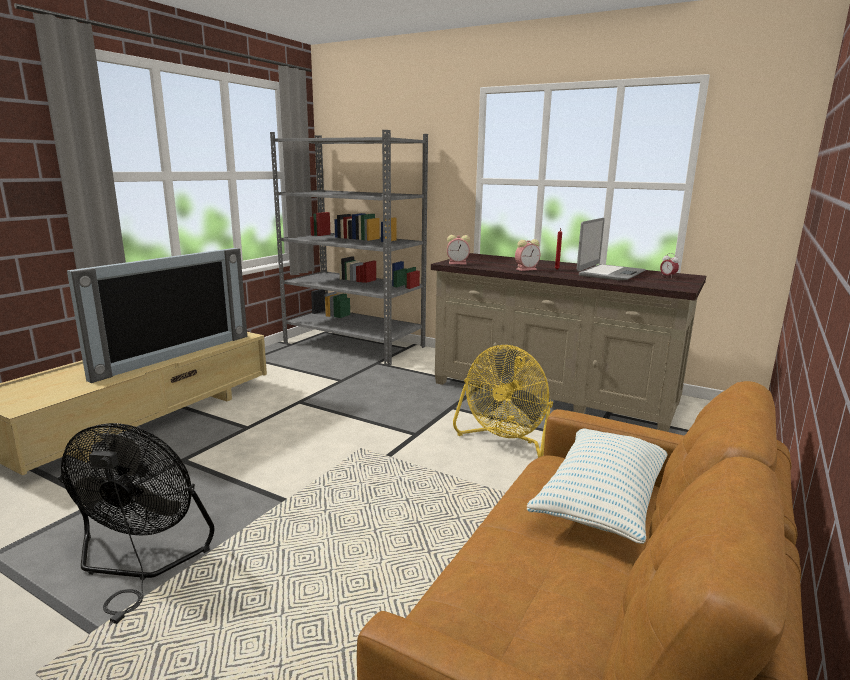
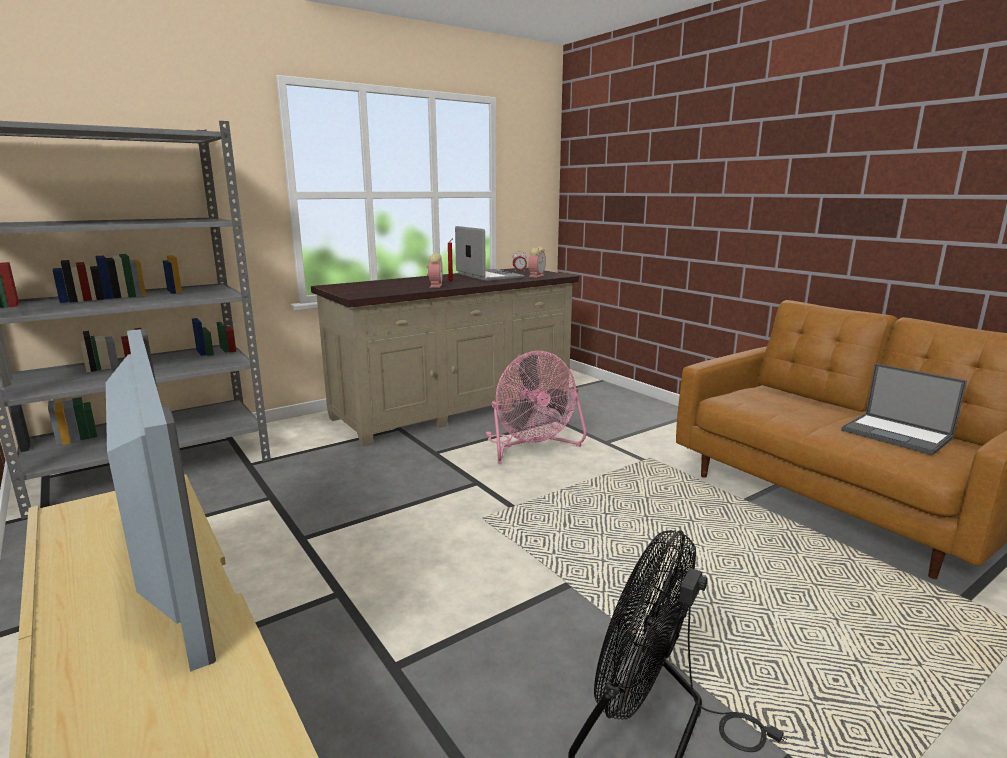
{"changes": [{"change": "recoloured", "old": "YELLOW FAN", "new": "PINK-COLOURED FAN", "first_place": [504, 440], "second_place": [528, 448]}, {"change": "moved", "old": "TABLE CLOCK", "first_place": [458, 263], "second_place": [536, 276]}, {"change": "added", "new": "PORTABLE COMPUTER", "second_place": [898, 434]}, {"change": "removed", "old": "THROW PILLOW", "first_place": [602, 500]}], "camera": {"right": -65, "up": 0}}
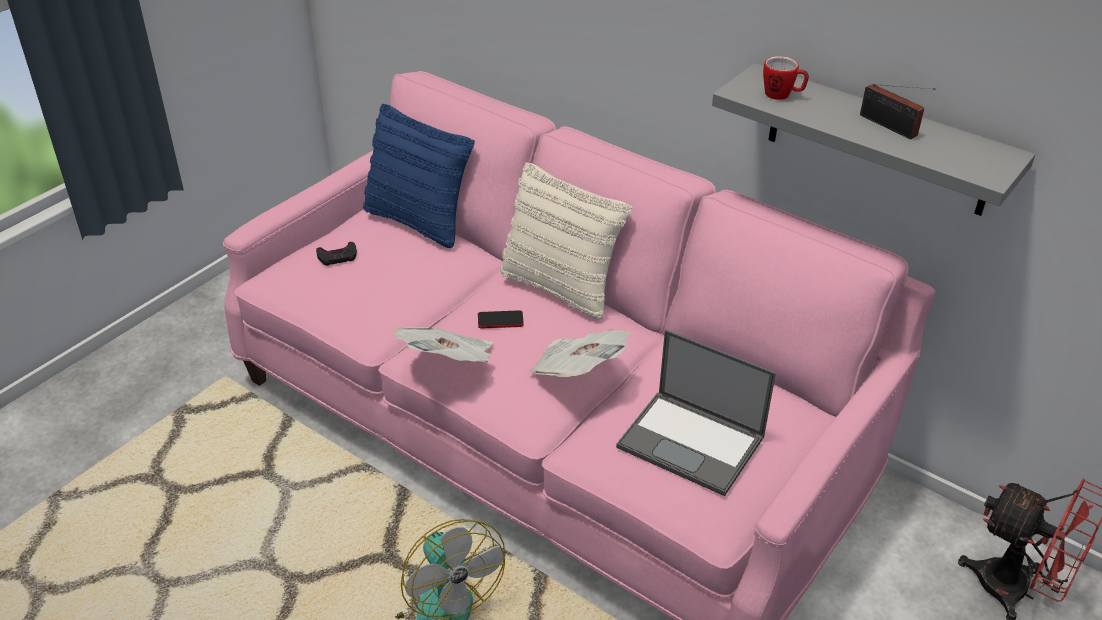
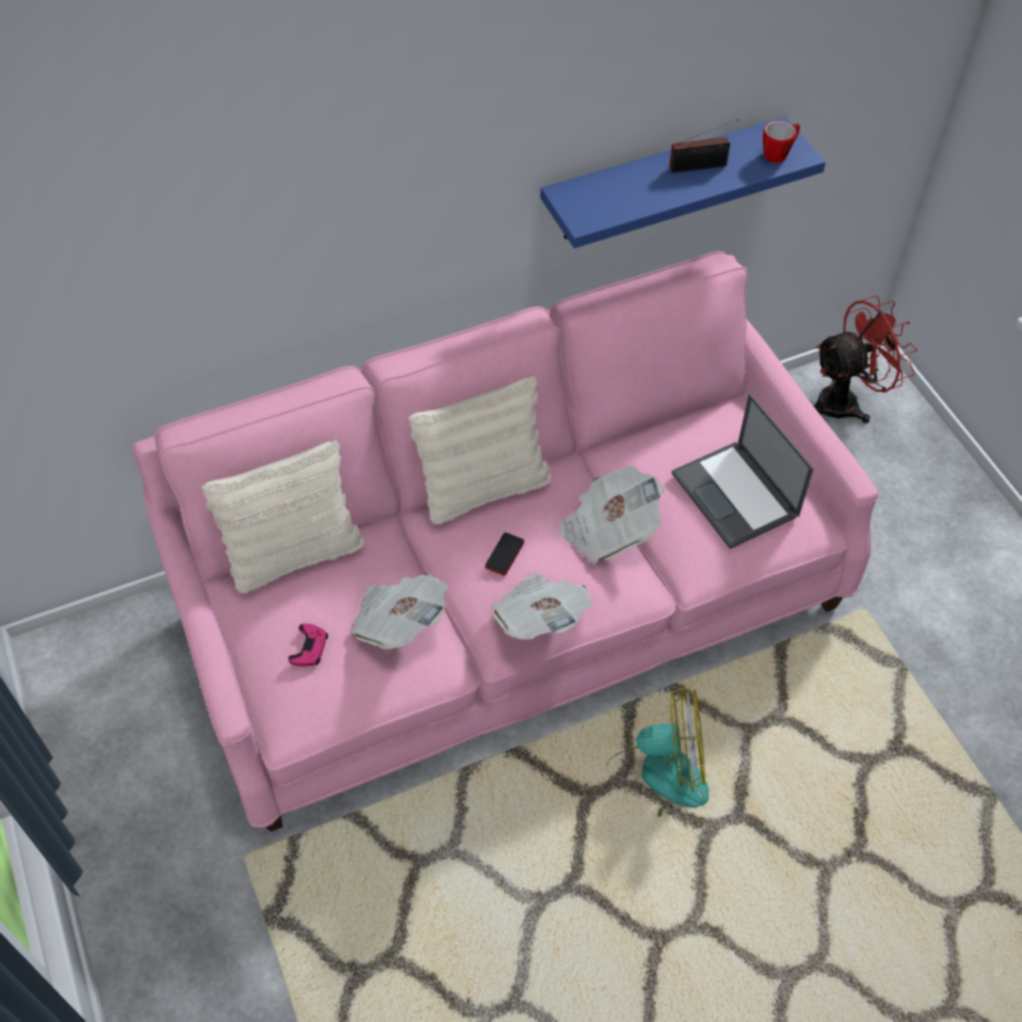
{"changes": [{"change": "recoloured", "old": "BLUE-COLOURED THROW PILLOW", "new": "SAND-COLOURED THROW PILLOW", "first_place": [420, 223], "second_place": [295, 555]}, {"change": "recoloured", "old": "BLACK GAME CONTROLLER", "new": "PINK-COLOURED GAME CONTROLLER", "first_place": [337, 257], "second_place": [309, 648]}, {"change": "added", "new": "PRINTED PAPER", "second_place": [399, 622]}, {"change": "recoloured", "old": "GREY BRACKET SHELF", "new": "BLUE-COLOURED BRACKET SHELF", "first_place": [878, 141], "second_place": [662, 180]}, {"change": "turned", "old": "PORTABLE COMPUTER", "first_place": [692, 442], "second_place": [736, 495], "degrees": 90}, {"change": "moved", "old": "MUG", "first_place": [782, 95], "second_place": [779, 154]}], "camera": {"right": -60, "up": 15}}
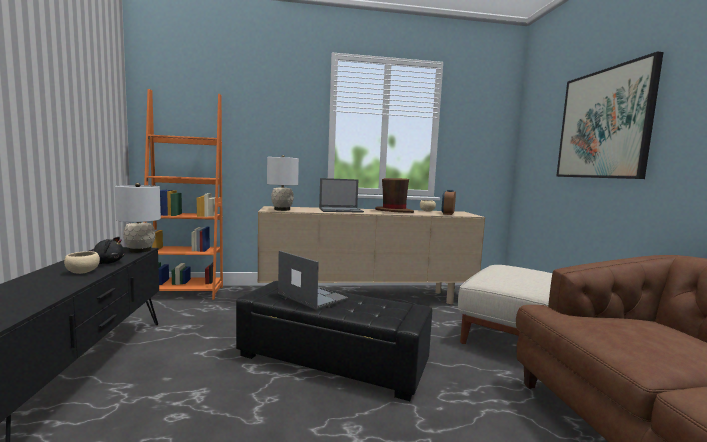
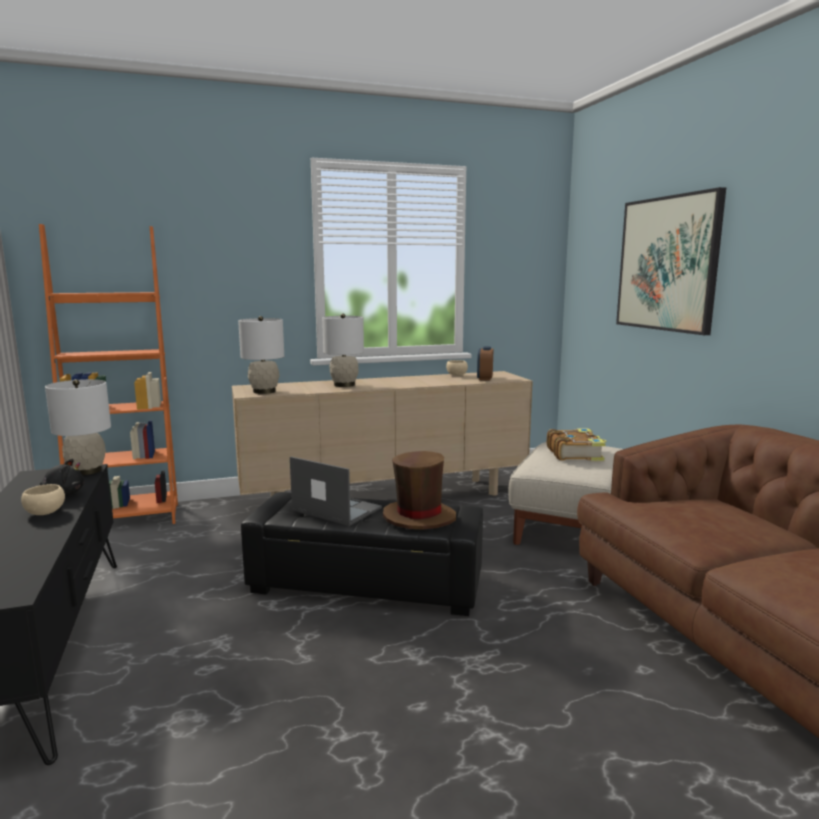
{"changes": [{"change": "replaced", "old": "PORTABLE COMPUTER", "new": "WHITISH TABLE LAMP", "first_place": [341, 210], "second_place": [344, 385]}, {"change": "moved", "old": "BROWN-COLOURED CLOTHING HAT", "first_place": [394, 211], "second_place": [419, 517]}, {"change": "added", "new": "BOUND BOOK", "second_place": [575, 454]}], "camera": {"right": -10, "up": 5}}
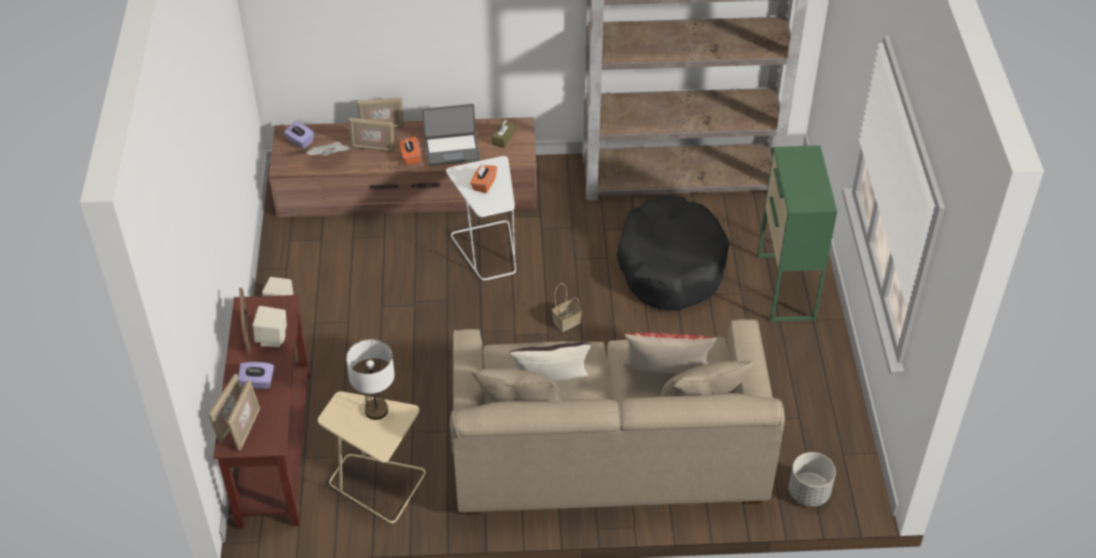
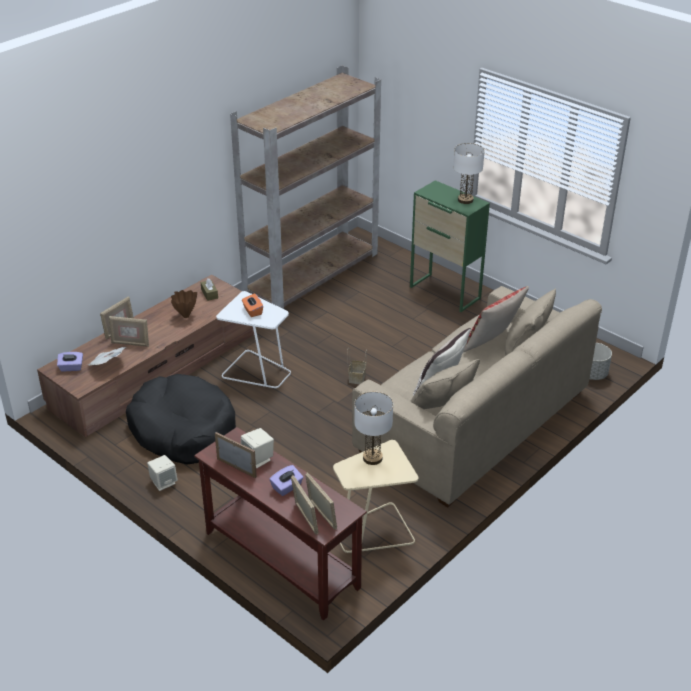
{"changes": [{"change": "turned", "old": "PHOTO FRAME", "first_place": [373, 148], "second_place": [130, 343], "degrees": 45}, {"change": "moved", "old": "BLACK DOG BED", "first_place": [671, 265], "second_place": [183, 430]}, {"change": "replaced", "old": "PORTABLE COMPUTER", "new": "BROWN-COLOURED FLOWER VASE", "first_place": [452, 149], "second_place": [185, 316]}, {"change": "added", "new": "TABLE LAMP", "second_place": [465, 200]}, {"change": "removed", "old": "ORANGE TISSUE BOX", "first_place": [410, 157]}], "camera": {"right": -45, "up": -10}}
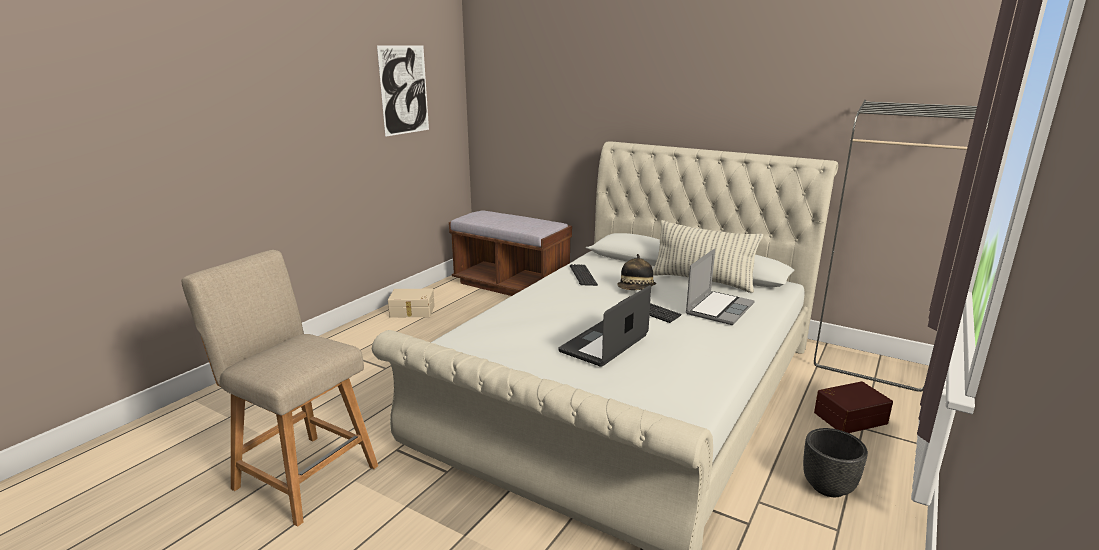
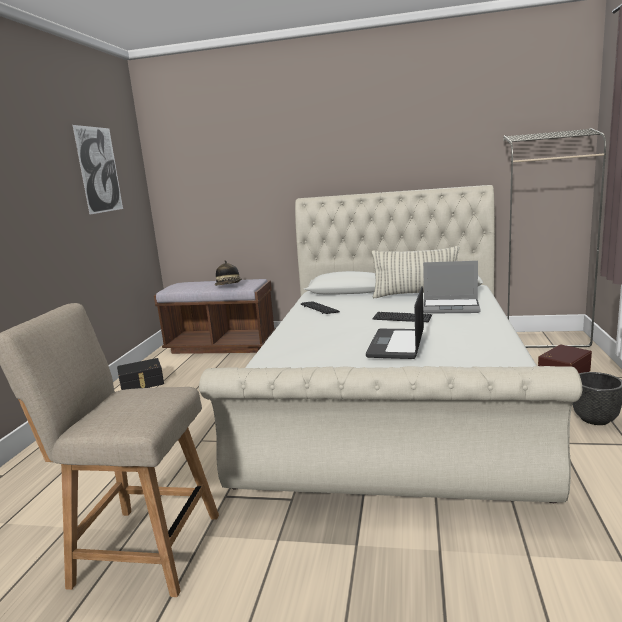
{"changes": [{"change": "recoloured", "old": "SAND-COLOURED STORAGE BIN", "new": "BLACK STORAGE BIN", "first_place": [412, 311], "second_place": [142, 384]}, {"change": "moved", "old": "CLOTHING HAT", "first_place": [636, 289], "second_place": [229, 286]}, {"change": "turned", "old": "PORTABLE COMPUTER", "first_place": [719, 309], "second_place": [451, 307], "degrees": 90}], "camera": {"right": -20, "up": -5}}
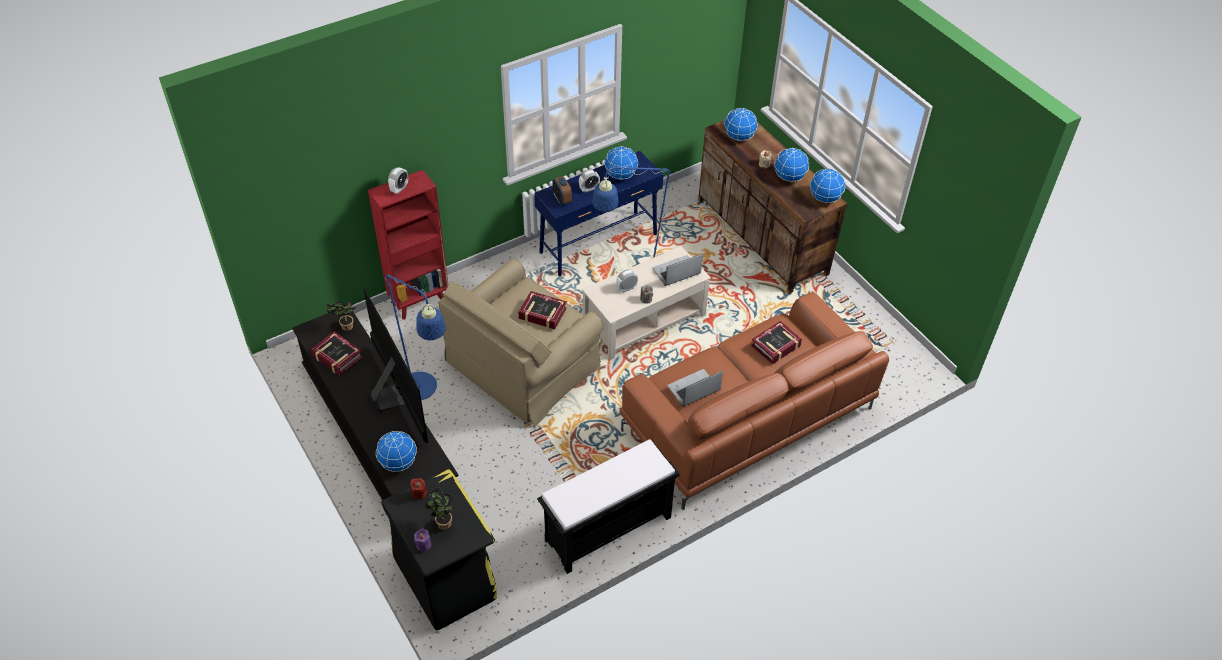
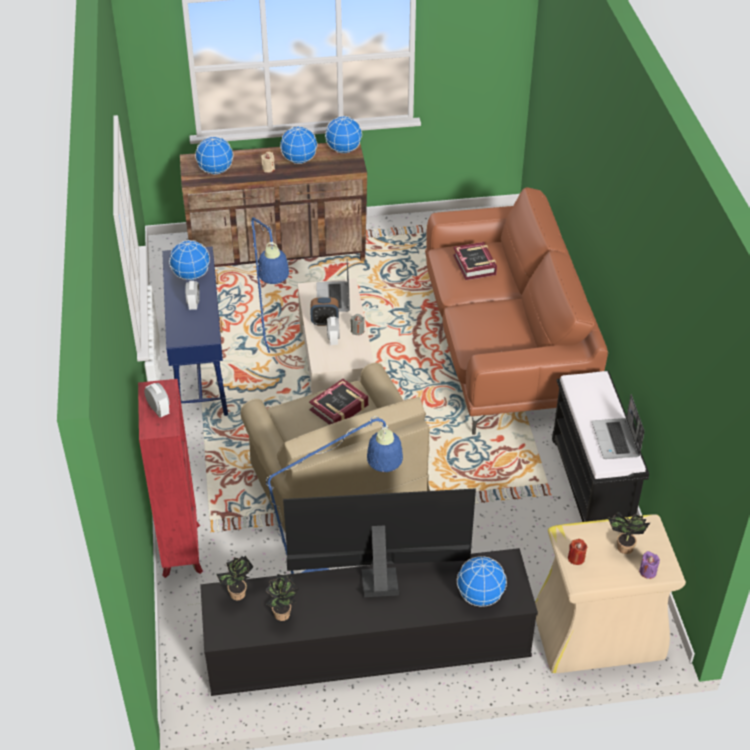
{"changes": [{"change": "replaced", "old": "BOUND BOOK", "new": "POTTED PLANT", "first_place": [337, 357], "second_place": [283, 616]}, {"change": "moved", "old": "TABLE CLOCK", "first_place": [562, 199], "second_place": [324, 322]}, {"change": "recoloured", "old": "BLACK NIGHTSTAND", "new": "SAND-COLOURED NIGHTSTAND", "first_place": [445, 575], "second_place": [597, 632]}, {"change": "moved", "old": "PORTABLE COMPUTER", "first_place": [693, 389], "second_place": [616, 440]}], "camera": {"right": -65, "up": -5}}
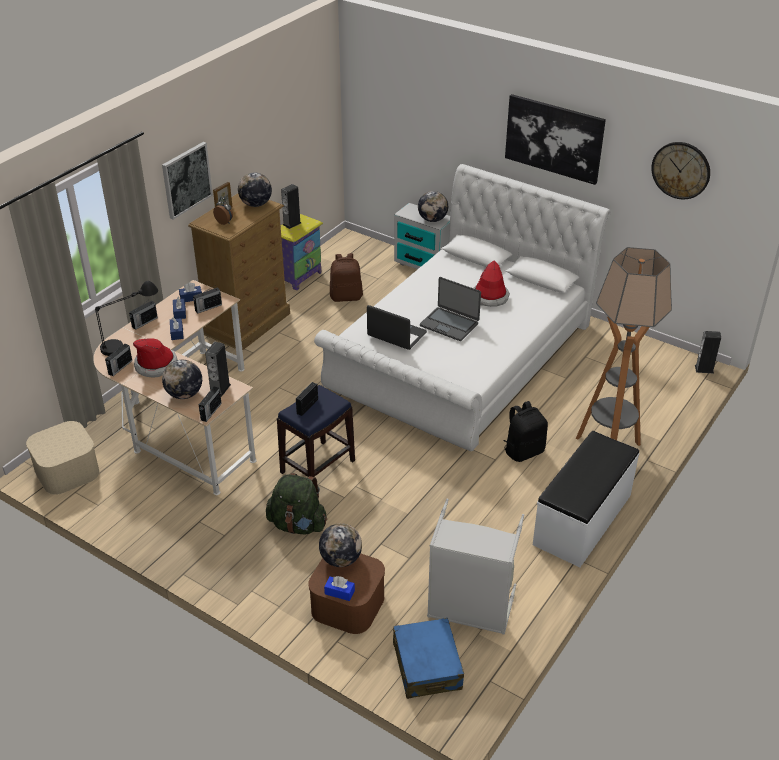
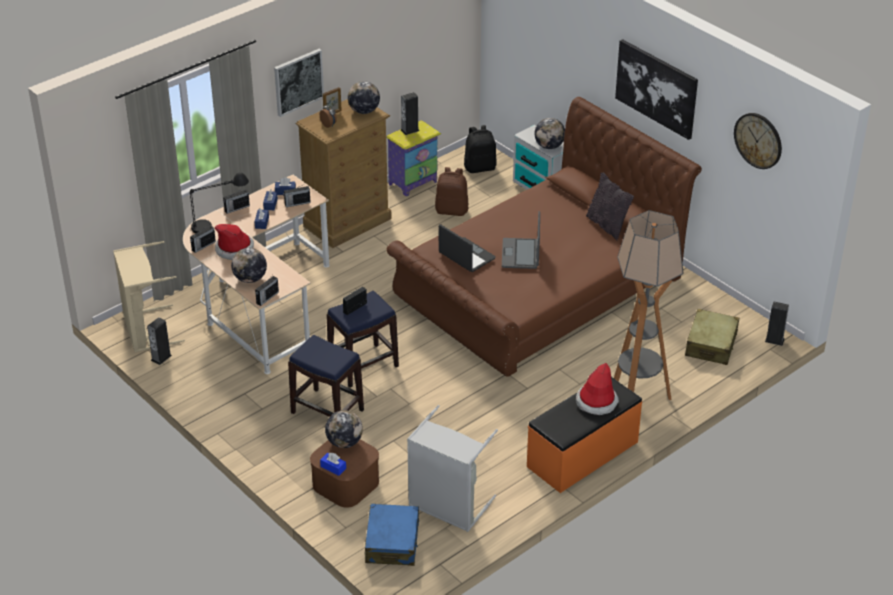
{"changes": [{"change": "replaced", "old": "SAND-COLOURED STORAGE BIN", "new": "SAND-COLOURED WASHING BASKET", "first_place": [66, 471], "second_place": [145, 330]}, {"change": "moved", "old": "SPEAKER", "first_place": [220, 389], "second_place": [161, 358]}, {"change": "replaced", "old": "GREEN-COLOURED RUCKSACK", "new": "SITTING STOOL", "first_place": [298, 525], "second_place": [327, 411]}, {"change": "recoloured", "old": "WHITISH BED", "new": "BROWN-COLOURED BED", "first_place": [461, 354], "second_place": [539, 286]}, {"change": "moved", "old": "BLACK RUCKSACK", "first_place": [523, 451], "second_place": [480, 167]}, {"change": "turned", "old": "PORTABLE COMPUTER", "first_place": [449, 324], "second_place": [521, 254], "degrees": 45}, {"change": "recoloured", "old": "WHITISH BENCH", "new": "ORANGE BENCH", "first_place": [583, 520], "second_place": [583, 455]}, {"change": "moved", "old": "CLOTHING HAT", "first_place": [490, 297], "second_place": [596, 402]}, {"change": "added", "new": "BLACK THROW PILLOW", "second_place": [607, 226]}, {"change": "added", "new": "SAND-COLOURED PIECE OF LUGGAGE", "second_place": [711, 345]}], "camera": {"right": 15, "up": 0}}
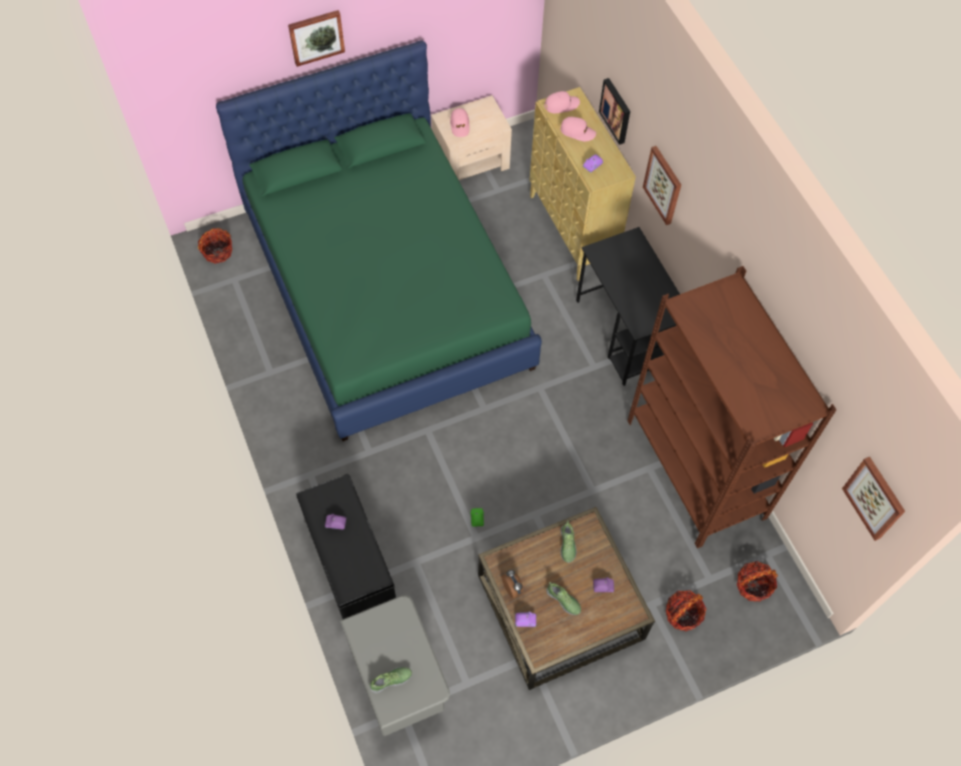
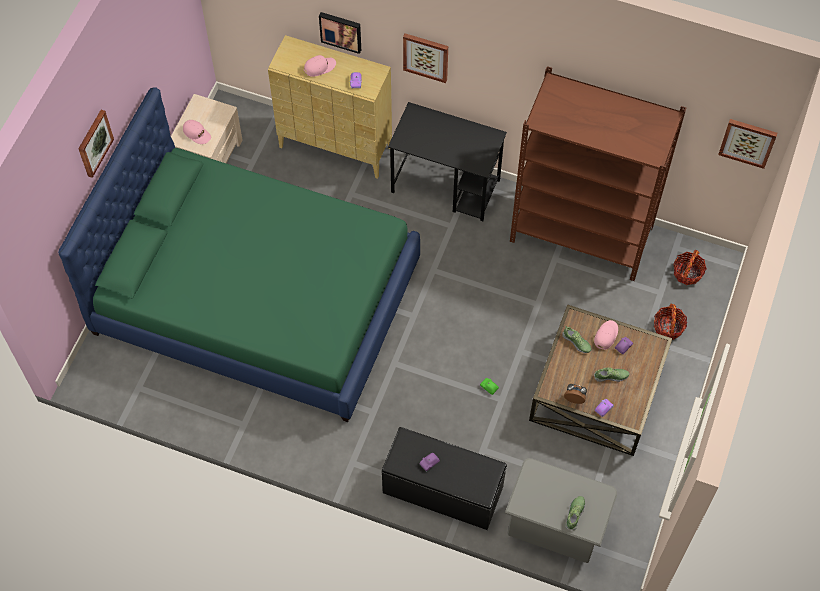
{"changes": [{"change": "moved", "old": "PINK-COLOURED CAP", "first_place": [561, 105], "second_place": [606, 335]}, {"change": "removed", "old": "HOUSEHOLD BASKET", "first_place": [217, 251]}], "camera": {"right": -45, "up": 0}}
